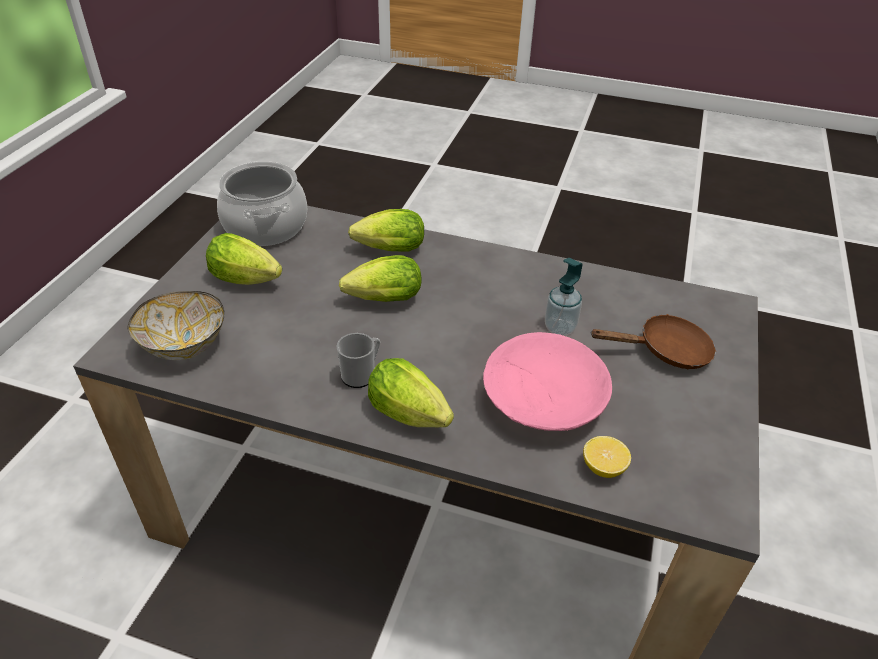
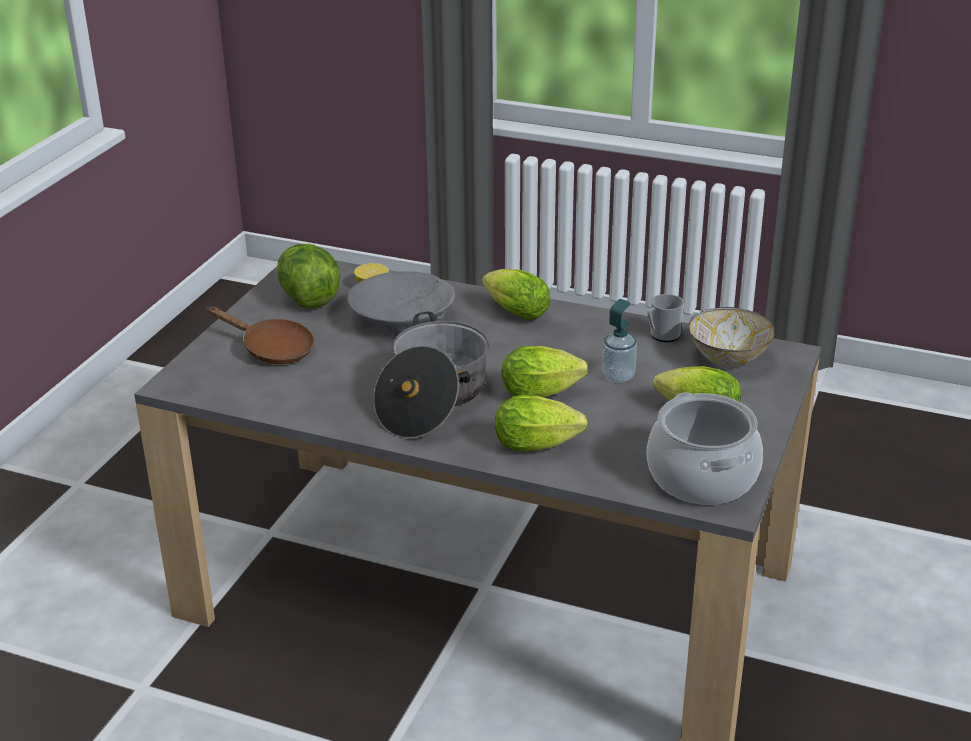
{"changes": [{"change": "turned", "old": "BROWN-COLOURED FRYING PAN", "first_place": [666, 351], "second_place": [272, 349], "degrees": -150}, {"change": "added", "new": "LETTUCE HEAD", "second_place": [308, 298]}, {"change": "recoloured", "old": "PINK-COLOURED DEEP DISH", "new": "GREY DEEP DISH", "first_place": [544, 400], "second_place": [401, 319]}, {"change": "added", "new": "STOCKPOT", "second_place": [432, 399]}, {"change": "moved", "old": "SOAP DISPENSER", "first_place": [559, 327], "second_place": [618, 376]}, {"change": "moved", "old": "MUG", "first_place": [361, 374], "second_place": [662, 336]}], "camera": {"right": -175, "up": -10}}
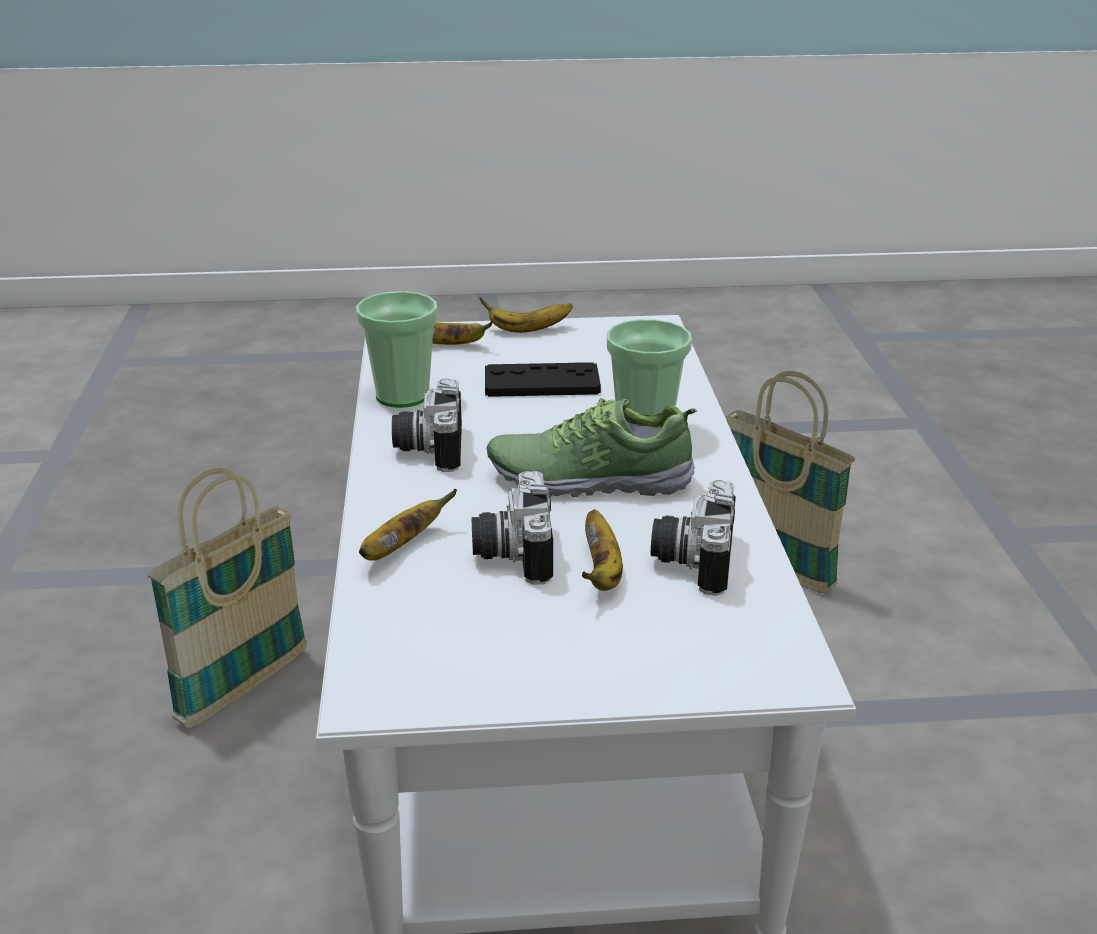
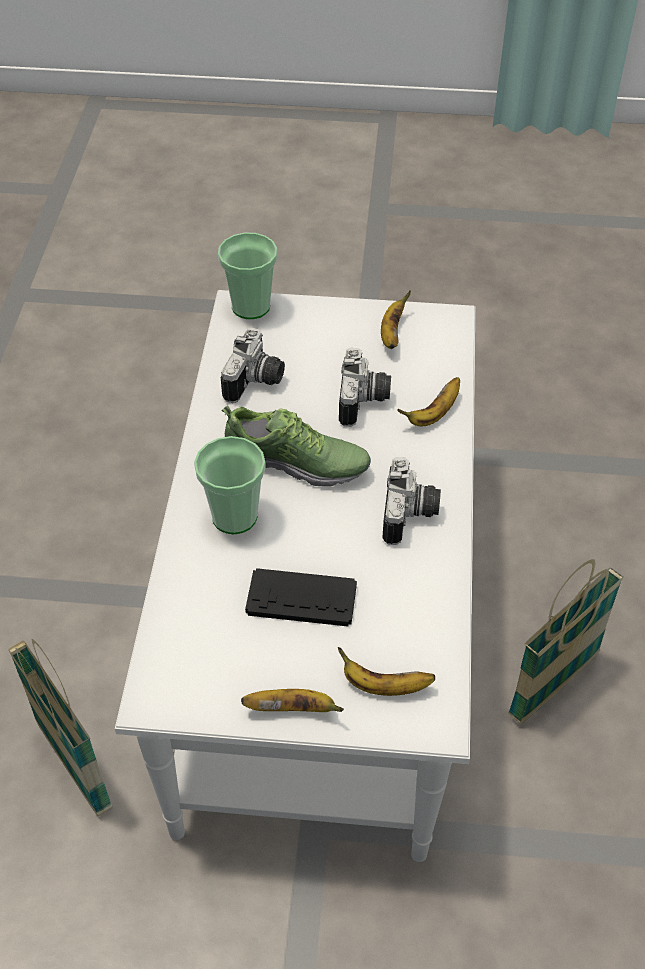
{"changes": [{"change": "moved", "old": "DRINKING CUP", "first_place": [402, 396], "second_place": [251, 306]}, {"change": "moved", "old": "WHOLE BANANA", "first_place": [602, 572], "second_place": [391, 334]}], "camera": {"right": -170, "up": 20}}
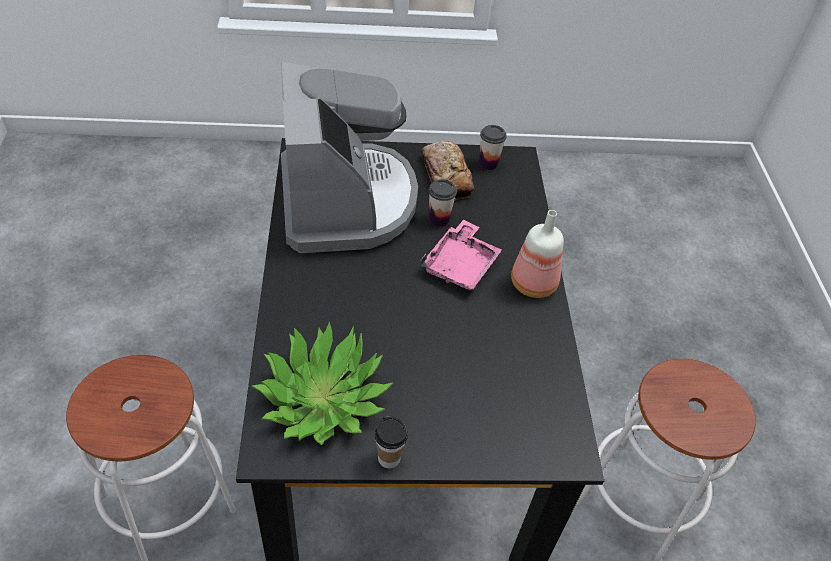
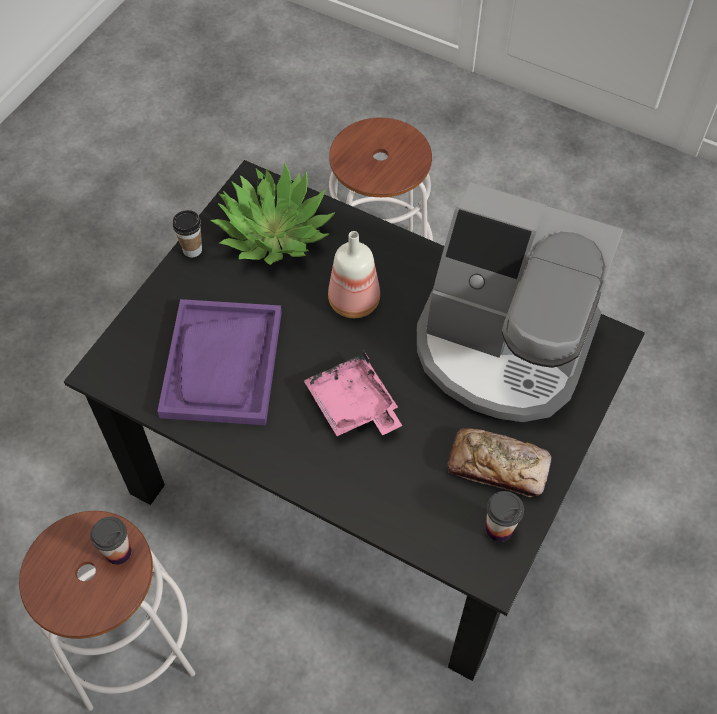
{"changes": [{"change": "moved", "old": "DRINKING CUP", "first_place": [439, 219], "second_place": [118, 552]}, {"change": "added", "new": "PURPLE-COLOURED TRAY", "second_place": [222, 364]}, {"change": "moved", "old": "DRINK BOTTLE", "first_place": [533, 283], "second_place": [355, 302]}], "camera": {"right": 125, "up": 10}}
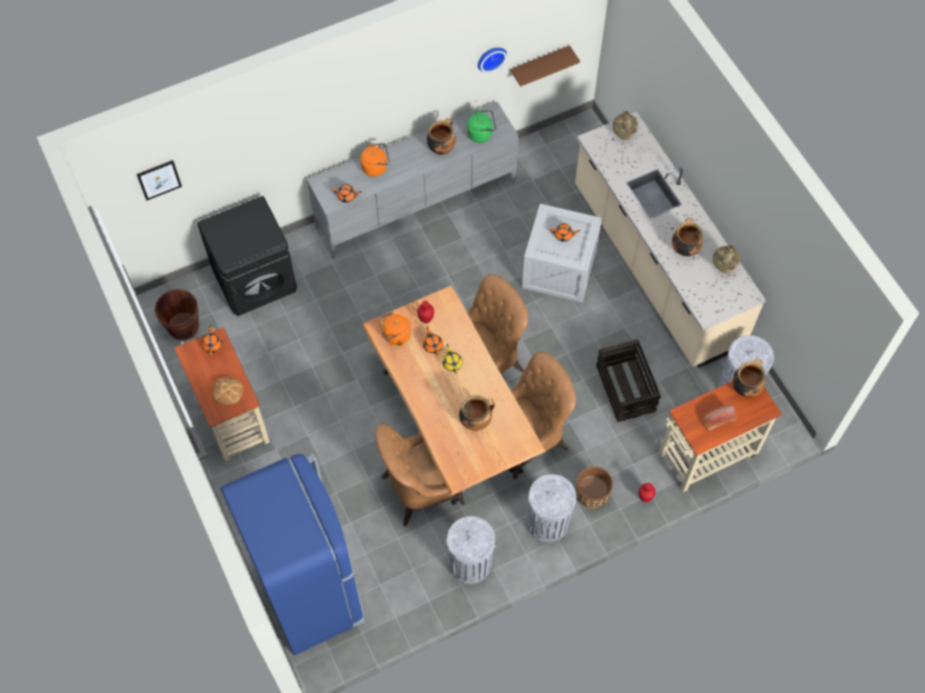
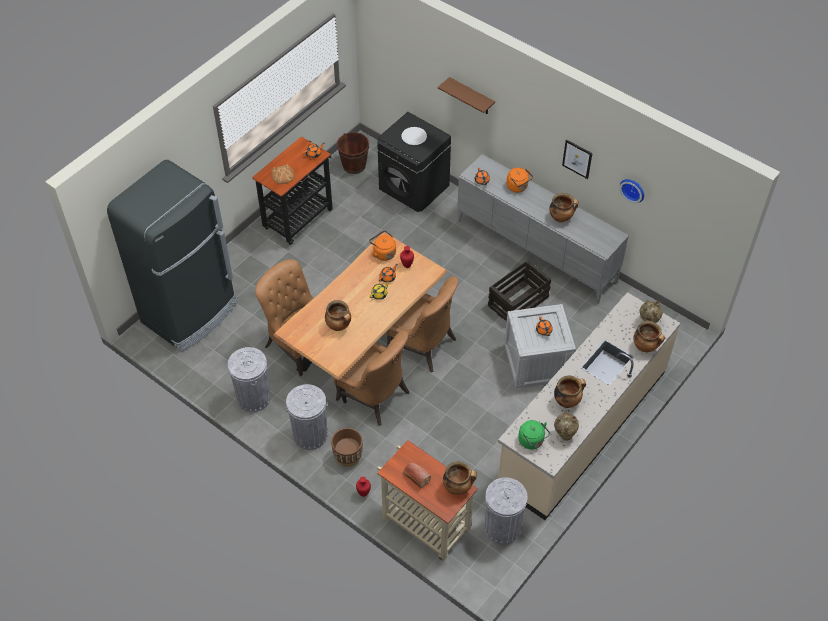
{"changes": [{"change": "recoloured", "old": "BLUE-COLOURED REFRIGERATOR", "new": "BLACK REFRIGERATOR", "first_place": [311, 592], "second_place": [190, 313]}, {"change": "recoloured", "old": "SAND-COLOURED WHEELED CART", "new": "BLACK WHEELED CART", "first_place": [232, 418], "second_place": [299, 218]}, {"change": "added", "new": "WHITISH FLAT DISH", "second_place": [414, 136]}, {"change": "moved", "old": "BROWN-COLOURED BRACKET SHELF", "first_place": [539, 65], "second_place": [471, 97]}, {"change": "moved", "old": "CRATE", "first_place": [626, 389], "second_place": [518, 302]}, {"change": "moved", "old": "GREEN-COLOURED WATER KETTLE", "first_place": [481, 133], "second_place": [532, 441]}, {"change": "moved", "old": "WALL PICTURE", "first_place": [159, 179], "second_place": [577, 158]}, {"change": "added", "new": "STOCKPOT", "second_place": [645, 347]}], "camera": {"right": 65, "up": -10}}
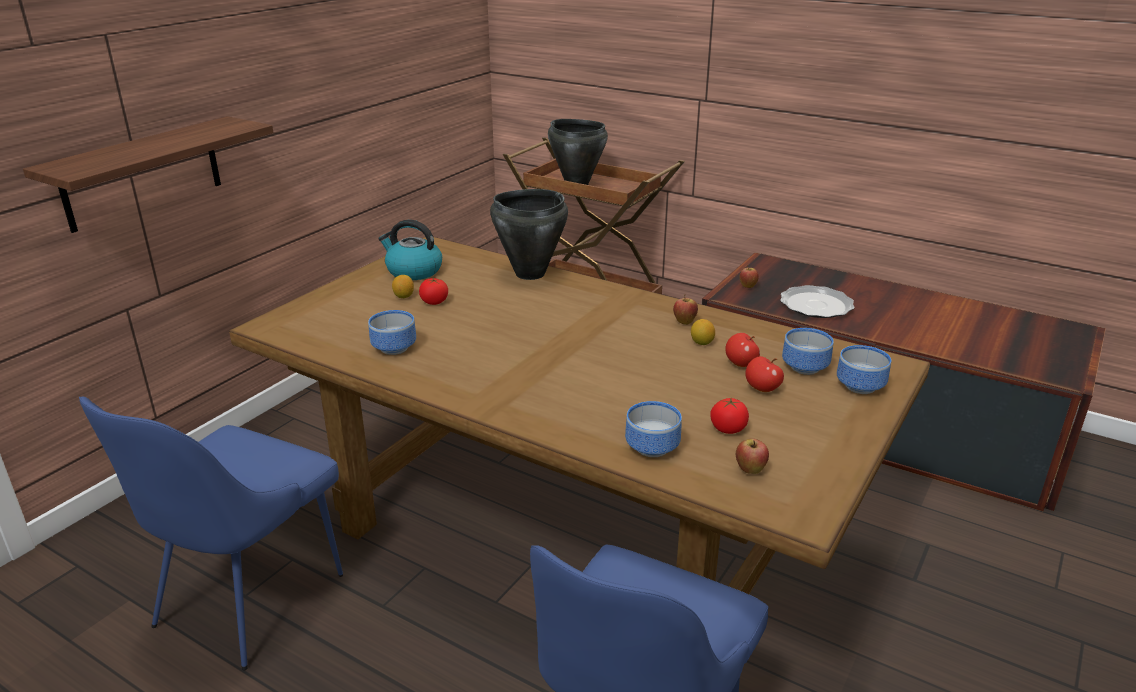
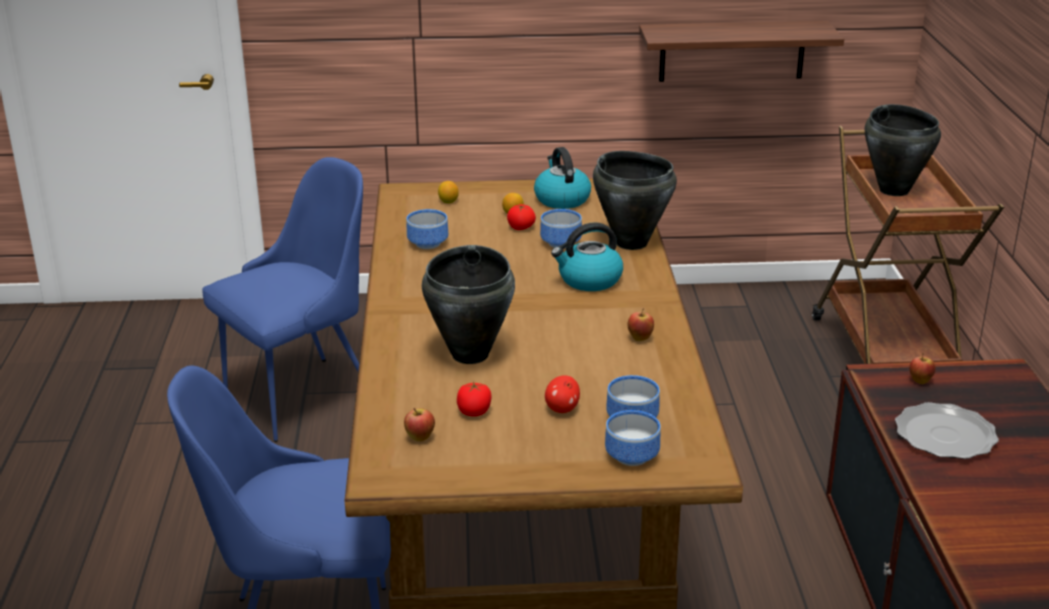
{"changes": [{"change": "turned", "old": "BLUE-COLOURED CHAIR", "first_place": [250, 601], "second_place": [301, 398], "degrees": 150}, {"change": "added", "new": "BLACK STOCKPOT", "second_place": [471, 354]}, {"change": "moved", "old": "WHOLE LEMON", "first_place": [702, 343], "second_place": [448, 202]}, {"change": "moved", "old": "DEEP DISH", "first_place": [654, 447], "second_place": [562, 244]}, {"change": "added", "new": "WATER KETTLE", "second_place": [589, 280]}, {"change": "moved", "old": "BRACKET SHELF", "first_place": [142, 173], "second_place": [732, 51]}, {"change": "removed", "old": "APPLE FRUIT", "first_place": [741, 364]}], "camera": {"right": 55, "up": 0}}
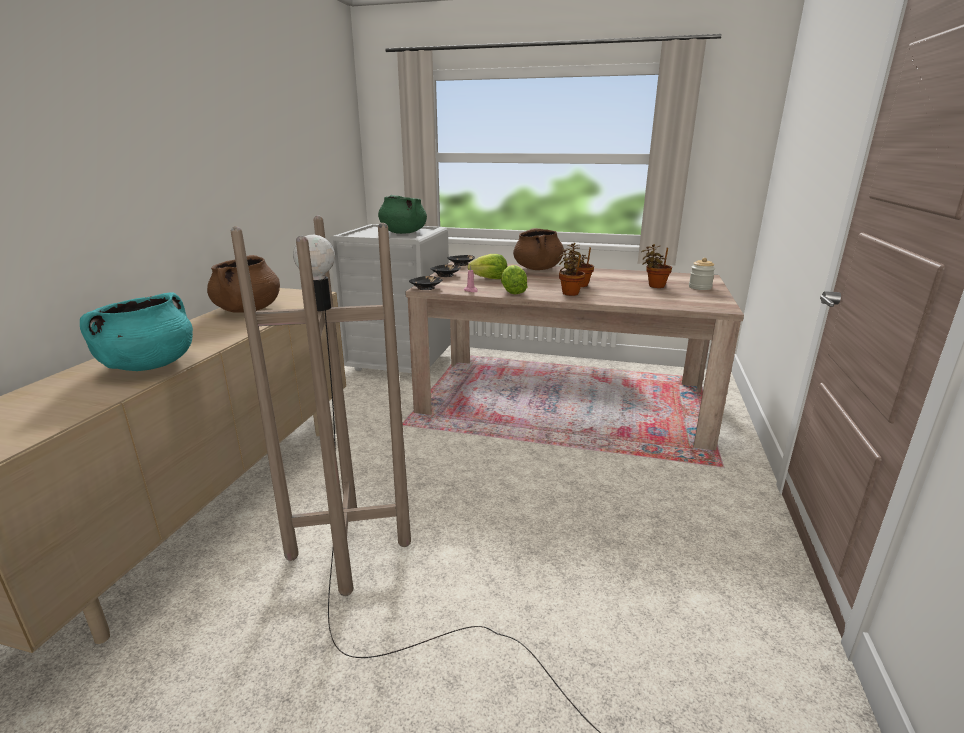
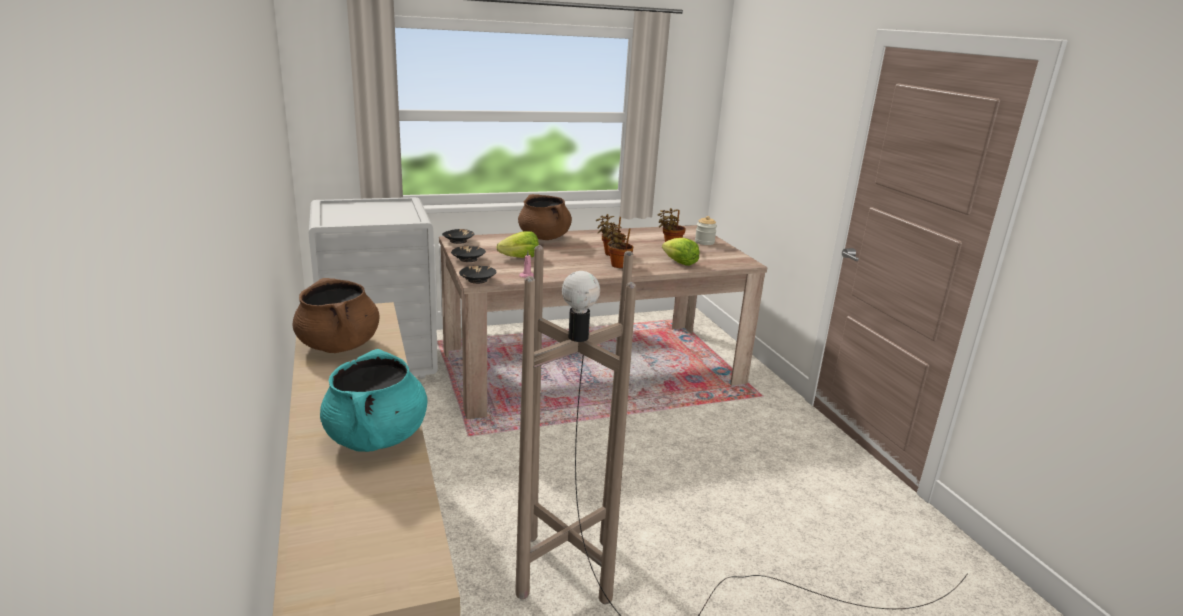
{"changes": [{"change": "moved", "old": "LETTUCE HEAD", "first_place": [512, 292], "second_place": [679, 263]}, {"change": "removed", "old": "GREEN-COLOURED STOCKPOT", "first_place": [403, 233]}], "camera": {"right": -35, "up": 0}}
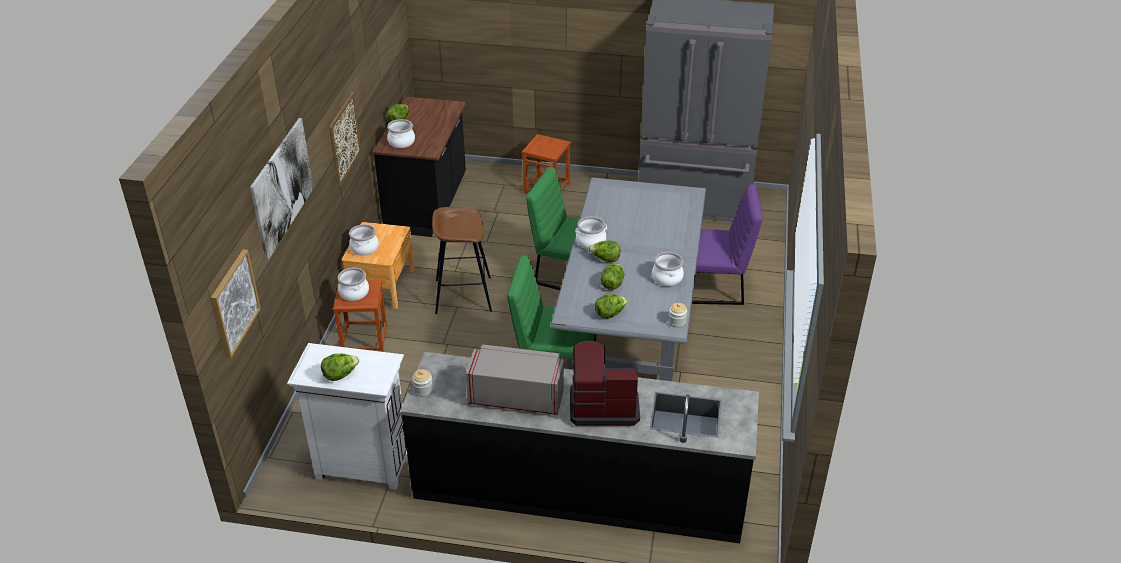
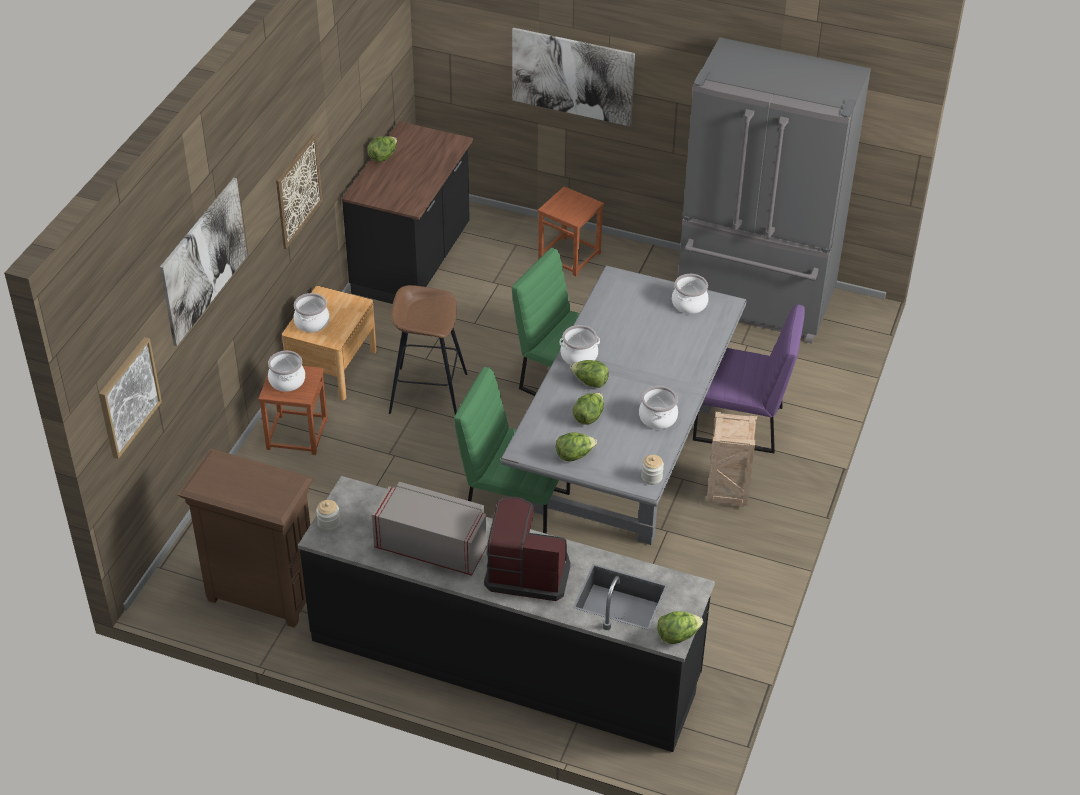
{"changes": [{"change": "recoloured", "old": "WHITISH CUPBOARD", "new": "BROWN-COLOURED CUPBOARD", "first_place": [361, 468], "second_place": [260, 596]}, {"change": "added", "new": "WALL PICTURE", "second_place": [572, 76]}, {"change": "moved", "old": "LETTUCE HEAD", "first_place": [340, 375], "second_place": [677, 636]}, {"change": "moved", "old": "STOCKPOT", "first_place": [401, 142], "second_place": [689, 304]}, {"change": "added", "new": "CRATE", "second_place": [728, 494]}], "camera": {"right": 10, "up": 5}}
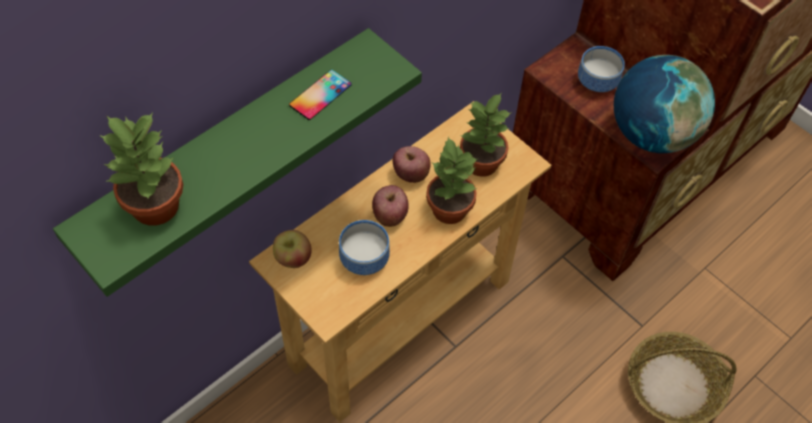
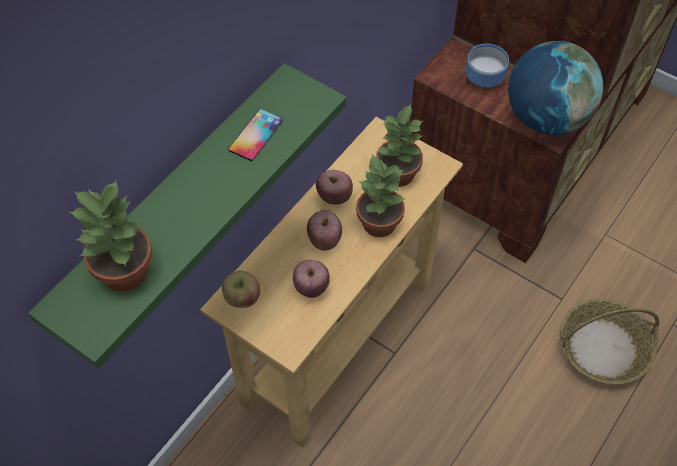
{"changes": [{"change": "replaced", "old": "DEEP DISH", "new": "APPLE FRUIT", "first_place": [364, 261], "second_place": [311, 287]}], "camera": {"right": -10, "up": 0}}
